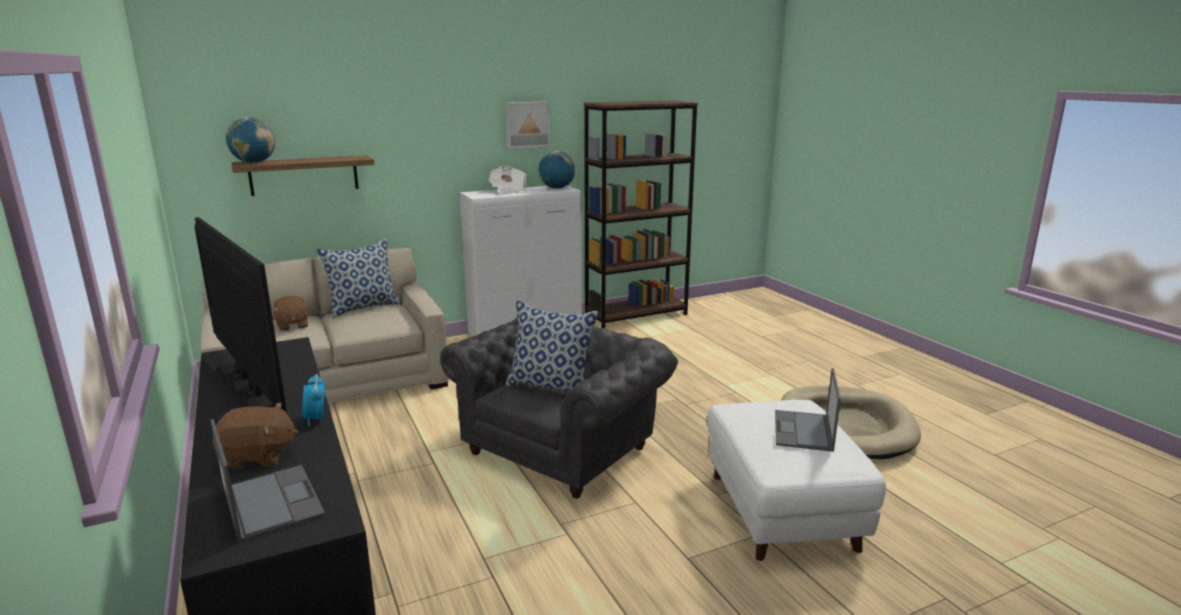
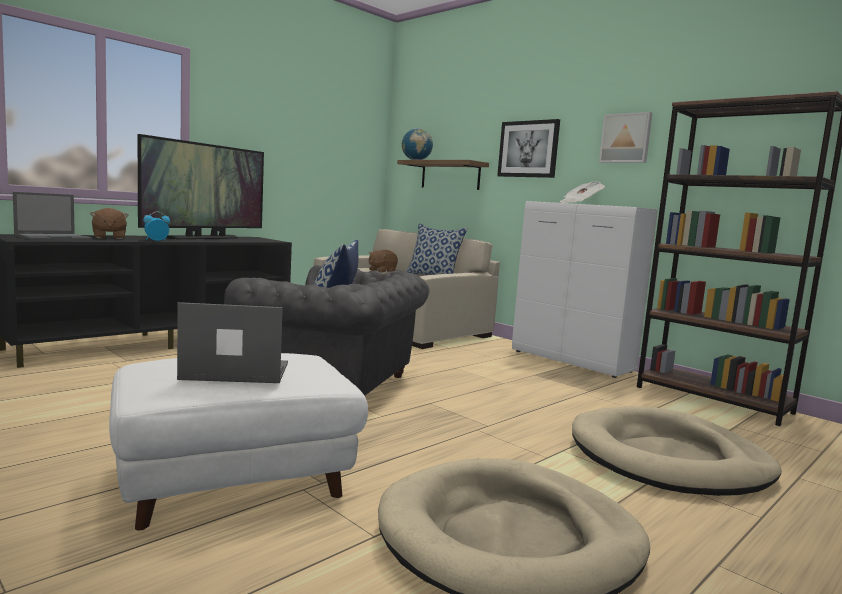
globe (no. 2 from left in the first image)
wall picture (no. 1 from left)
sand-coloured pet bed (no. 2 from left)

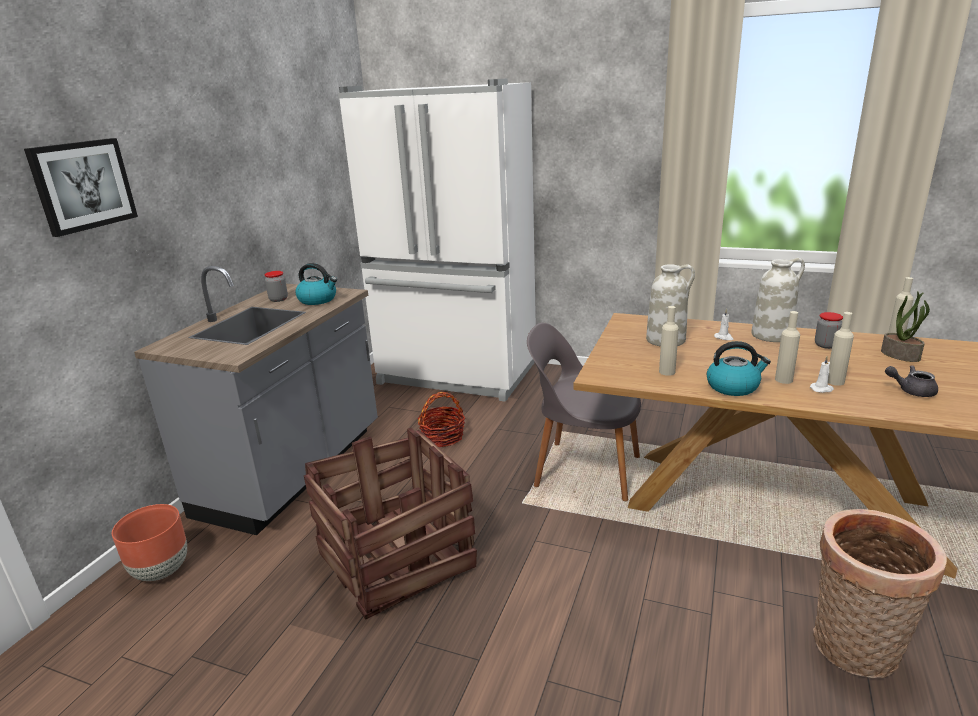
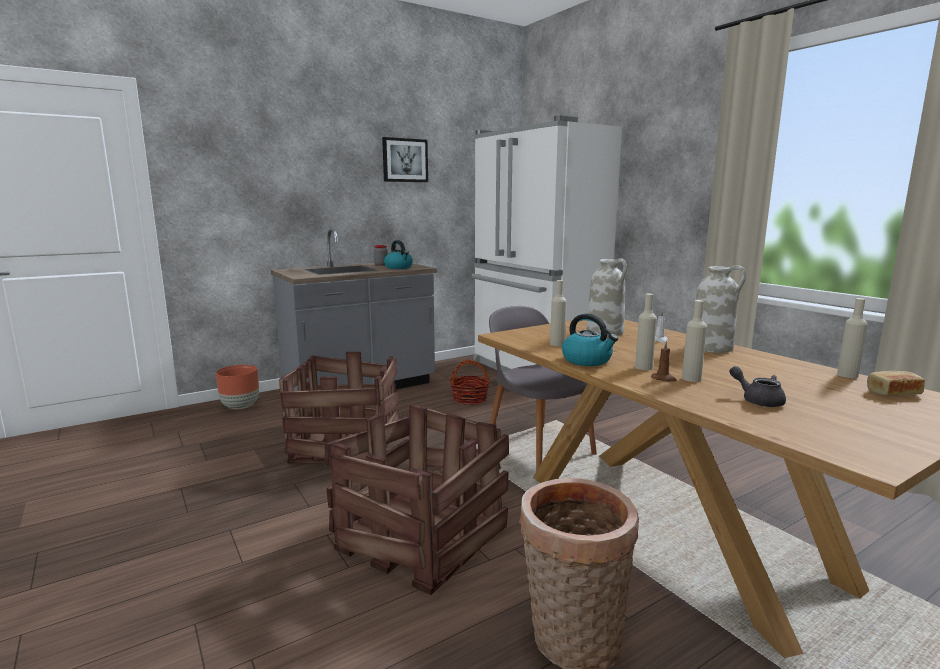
wall picture
brown-coloured wax candle
jar (no. 2 from left in the first image)
plant in a pot
packing crate (no. 2 from left)
bakery bread

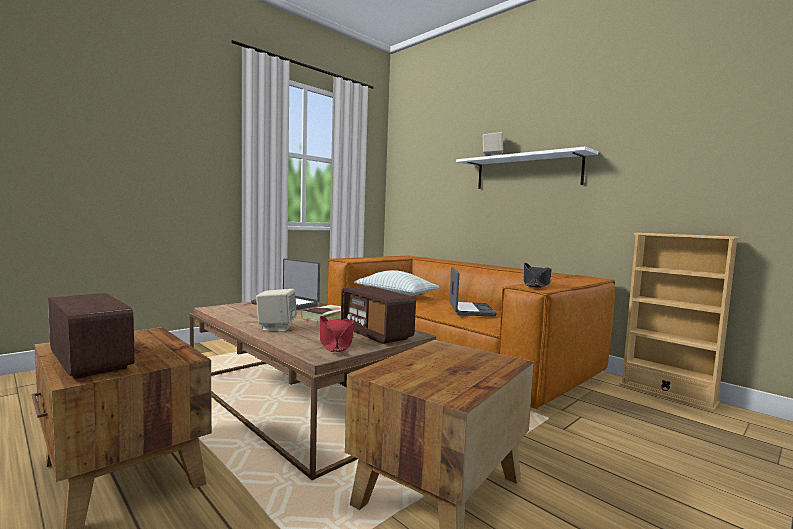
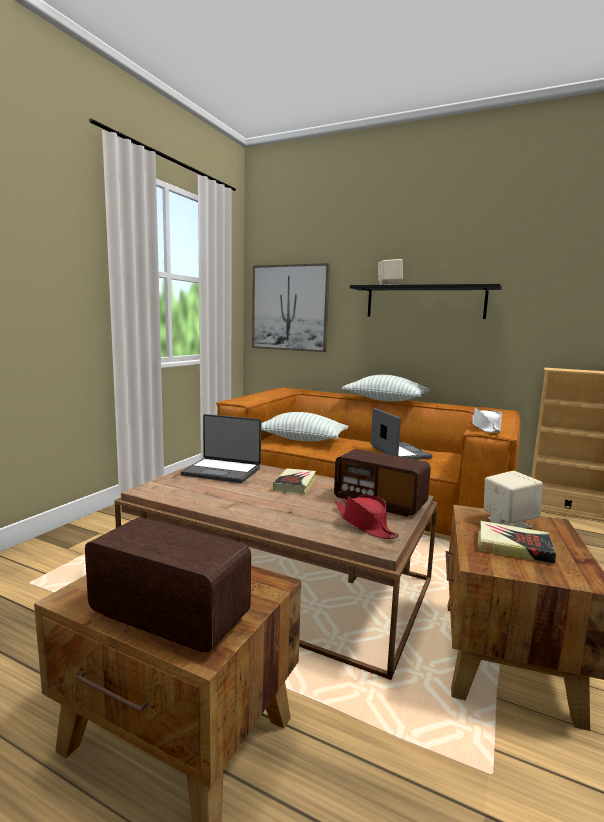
sand-coloured speaker (no. 2 from left)
black-coloured shelf
whitish clothing hat
wall picture
pillow (no. 2 from left)
bound book (no. 2 from left)

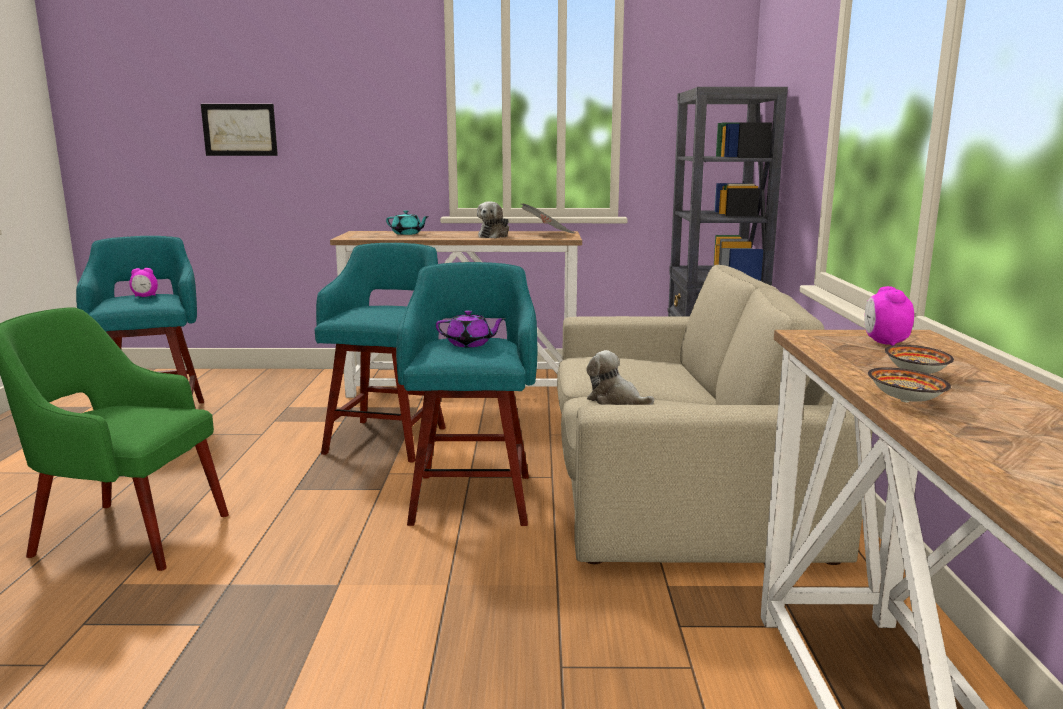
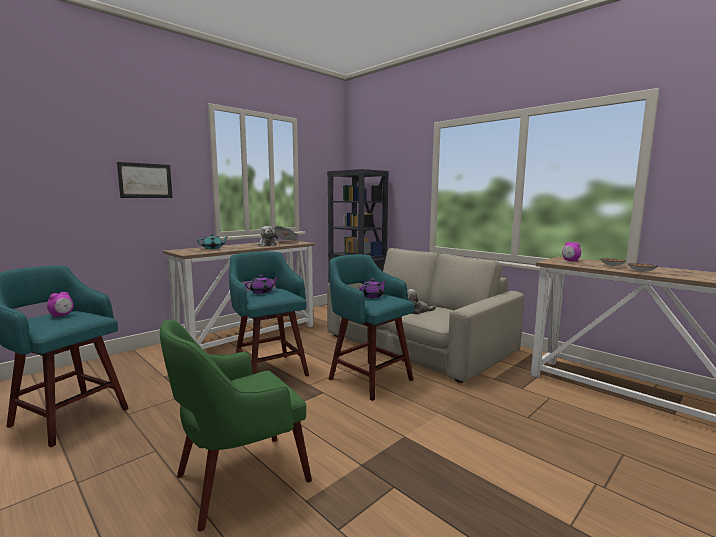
wall picture
purple tea pot (no. 1 from left)

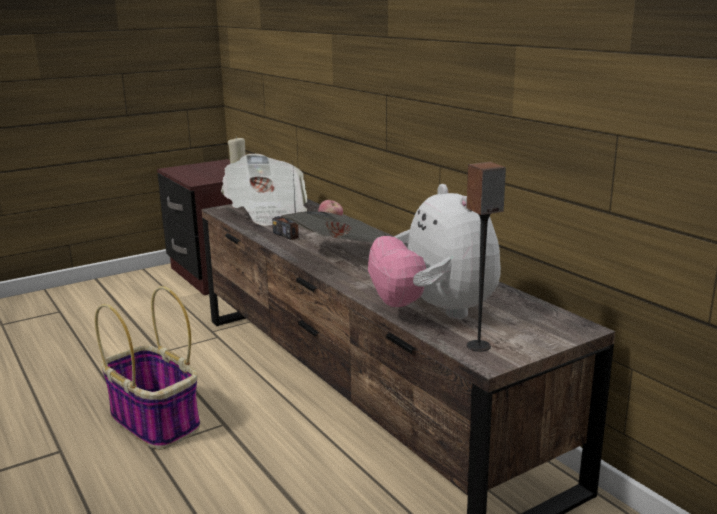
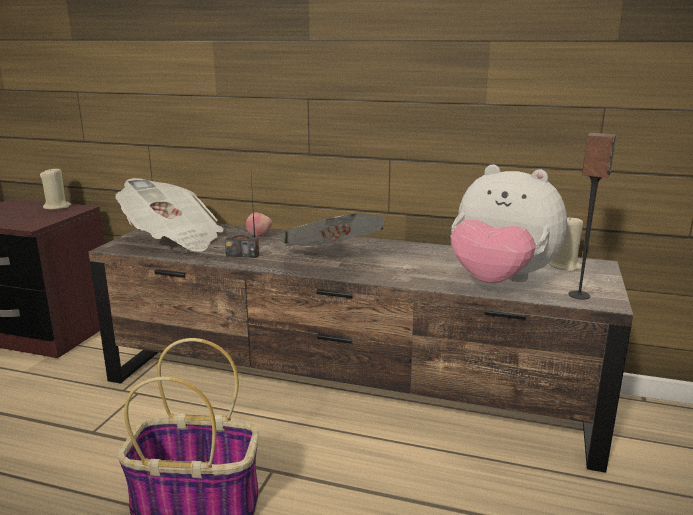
sand-coloured wax candle (no. 2 from left)

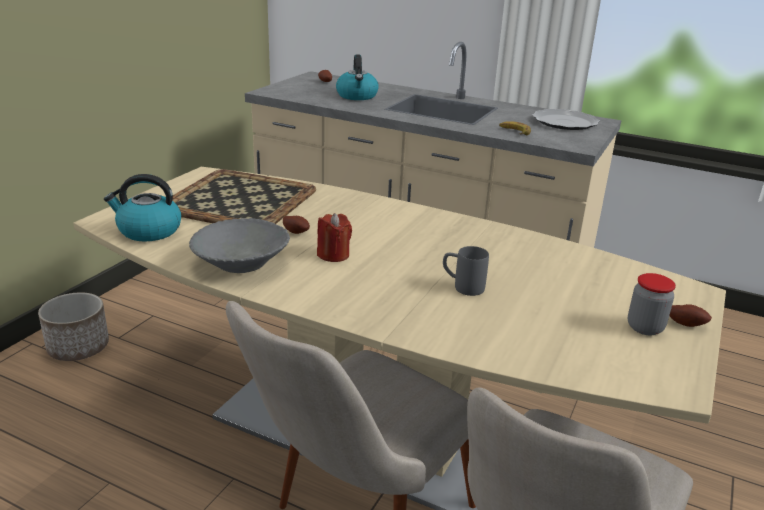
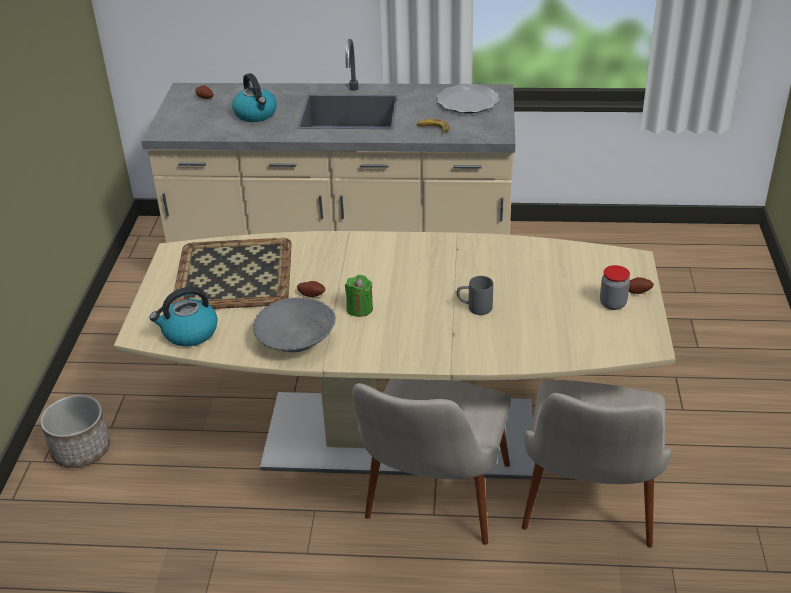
green wax candle

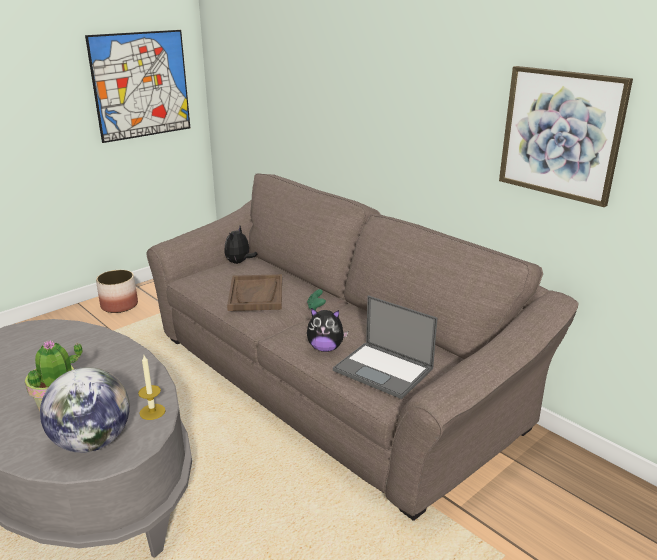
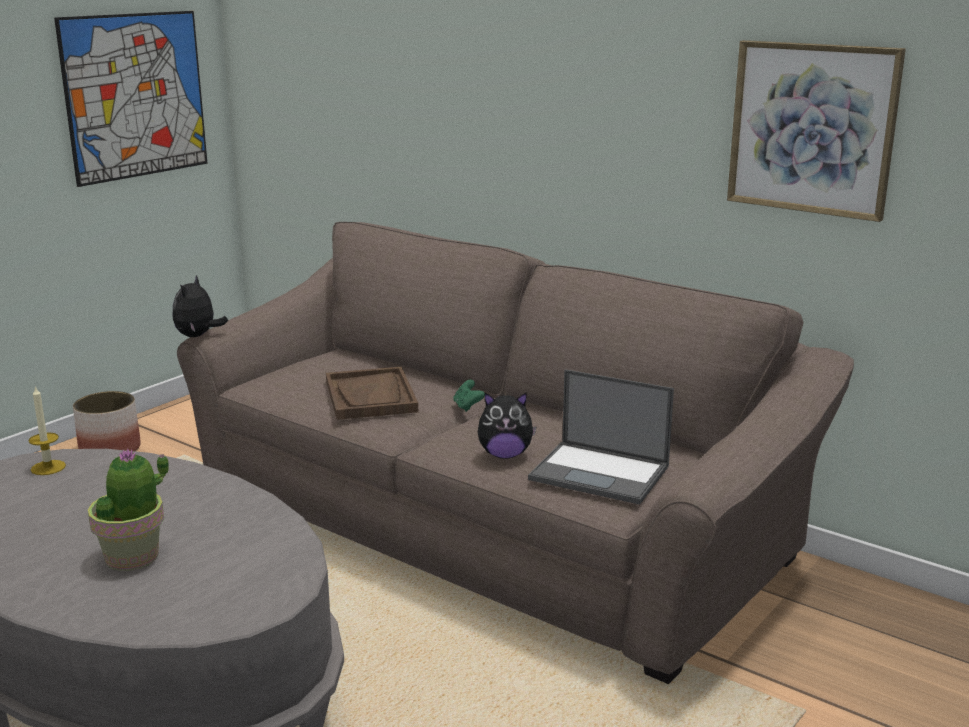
globe
wax candle
plush toy (no. 1 from left)

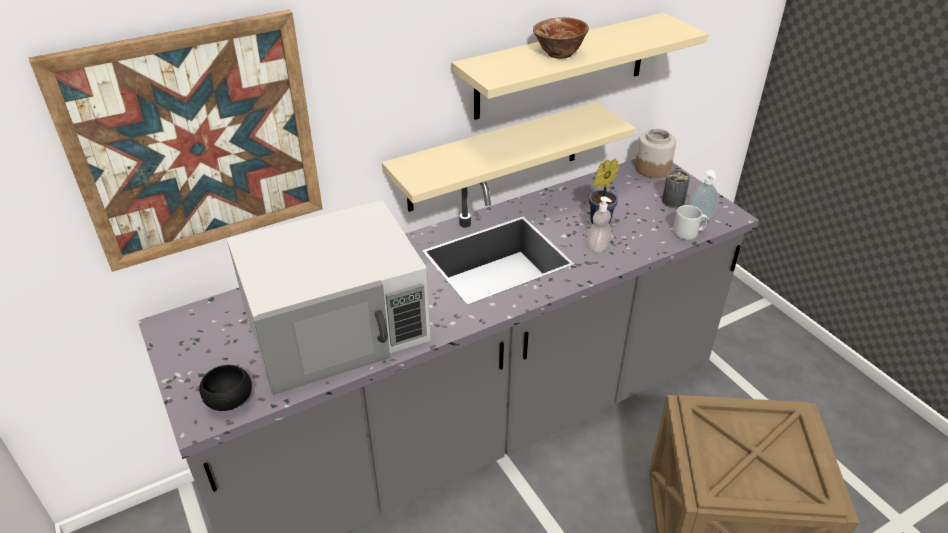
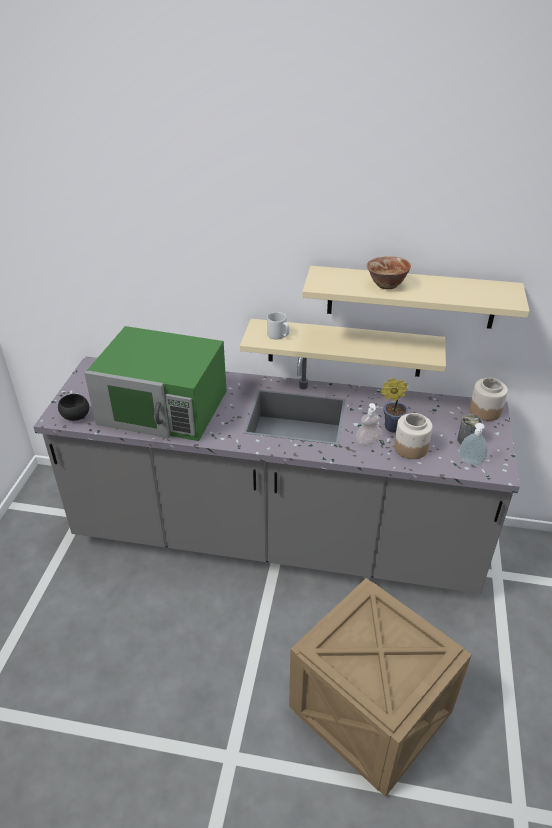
wall picture
green kitchen microwave
grey mug
jar (no. 1 from left)

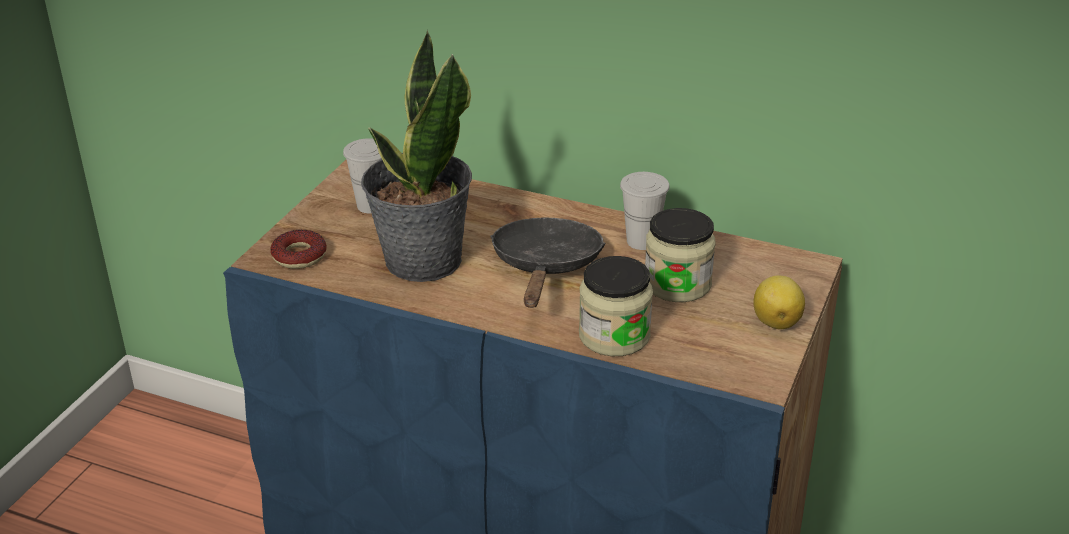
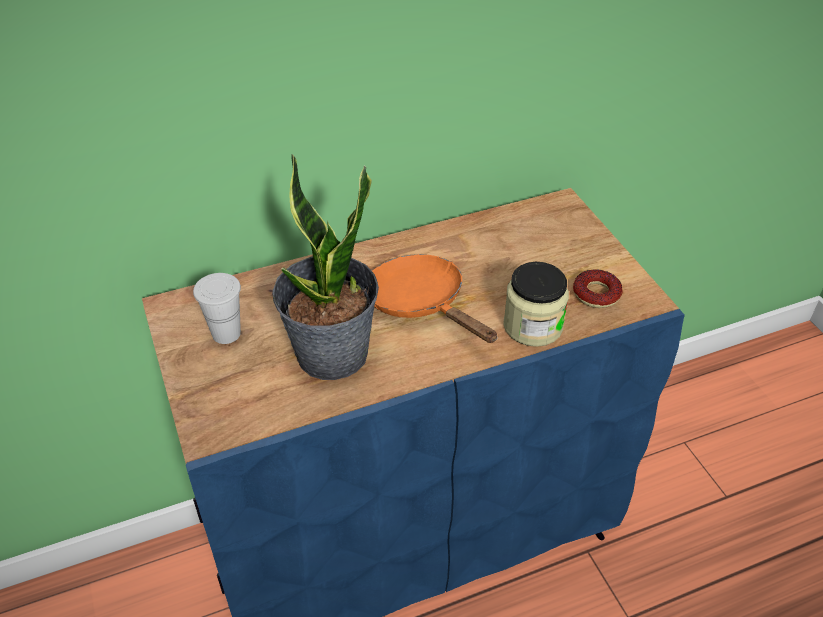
doughnut
orange-coloured pan
whitish small cup (no. 2 from left in the first image)
jar (no. 2 from left in the first image)
lemon

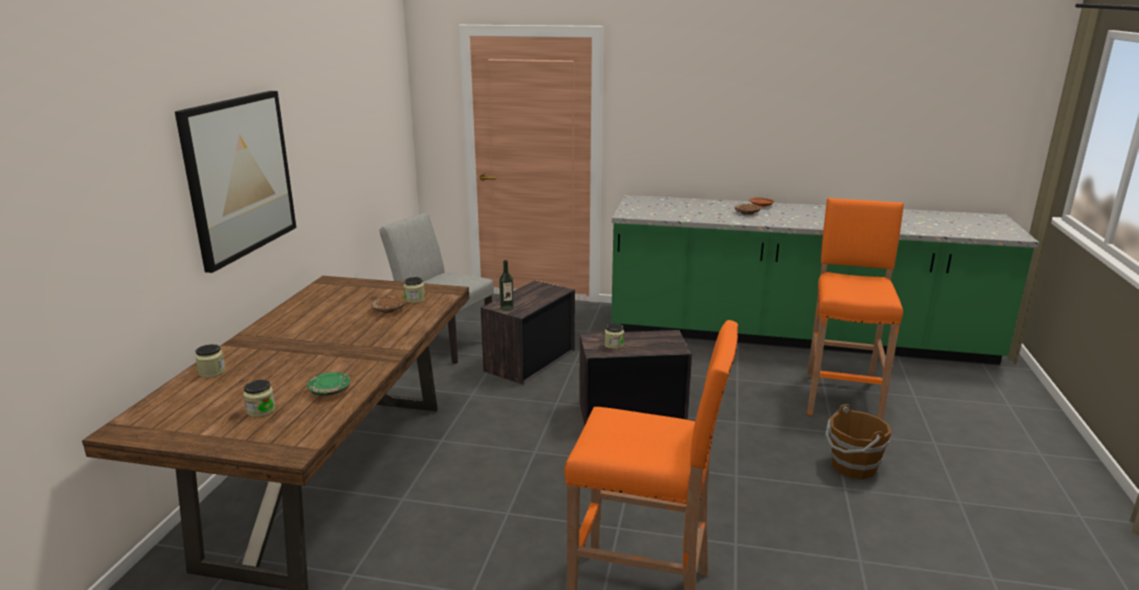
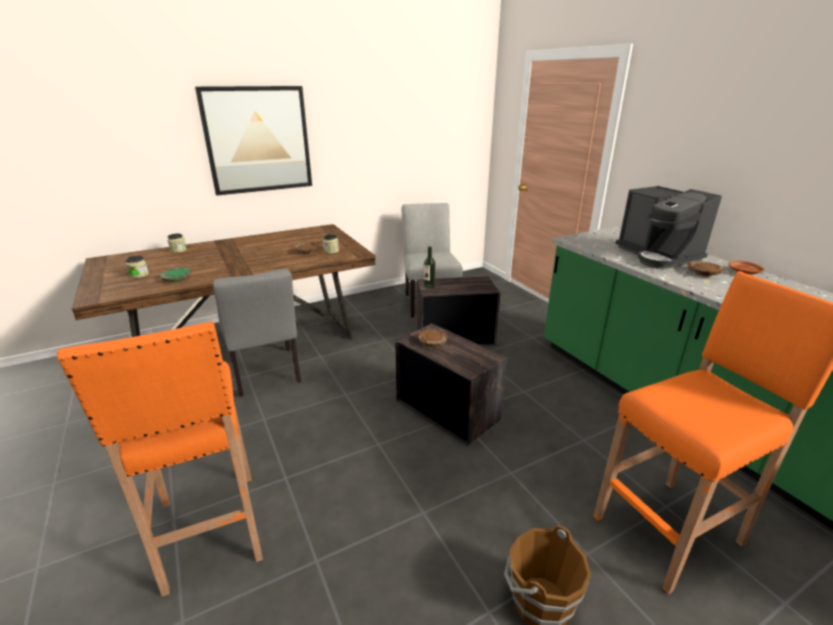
brown-coloured flat dish (no. 2 from left)
grey upright chair (no. 1 from left)
coffee maker

